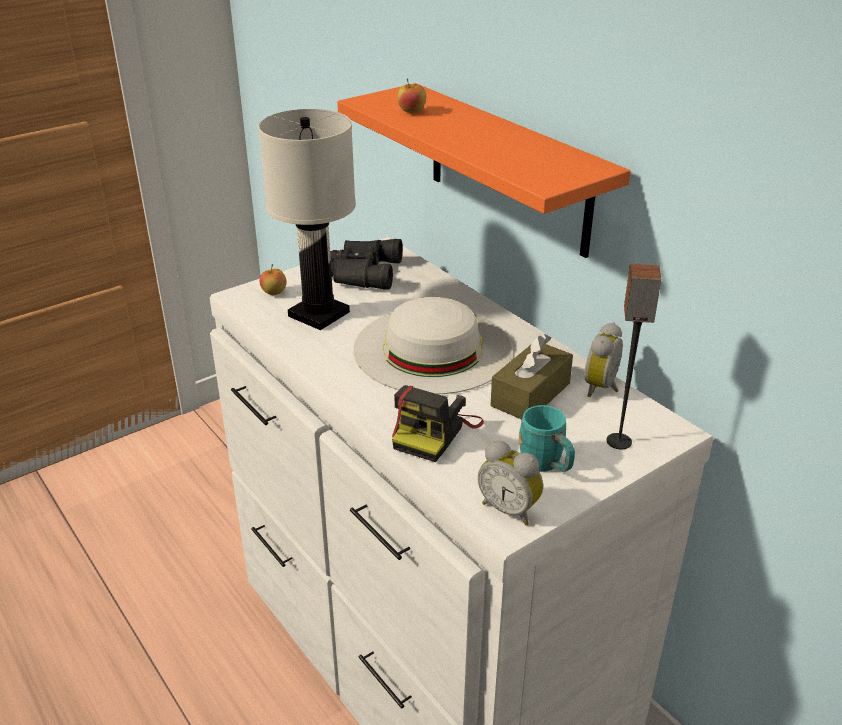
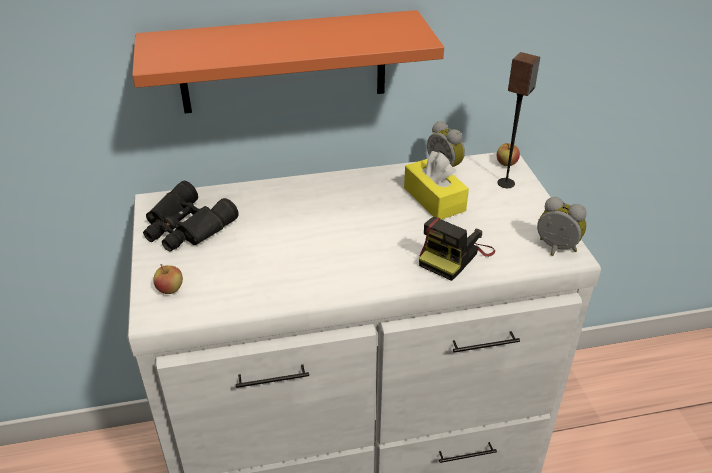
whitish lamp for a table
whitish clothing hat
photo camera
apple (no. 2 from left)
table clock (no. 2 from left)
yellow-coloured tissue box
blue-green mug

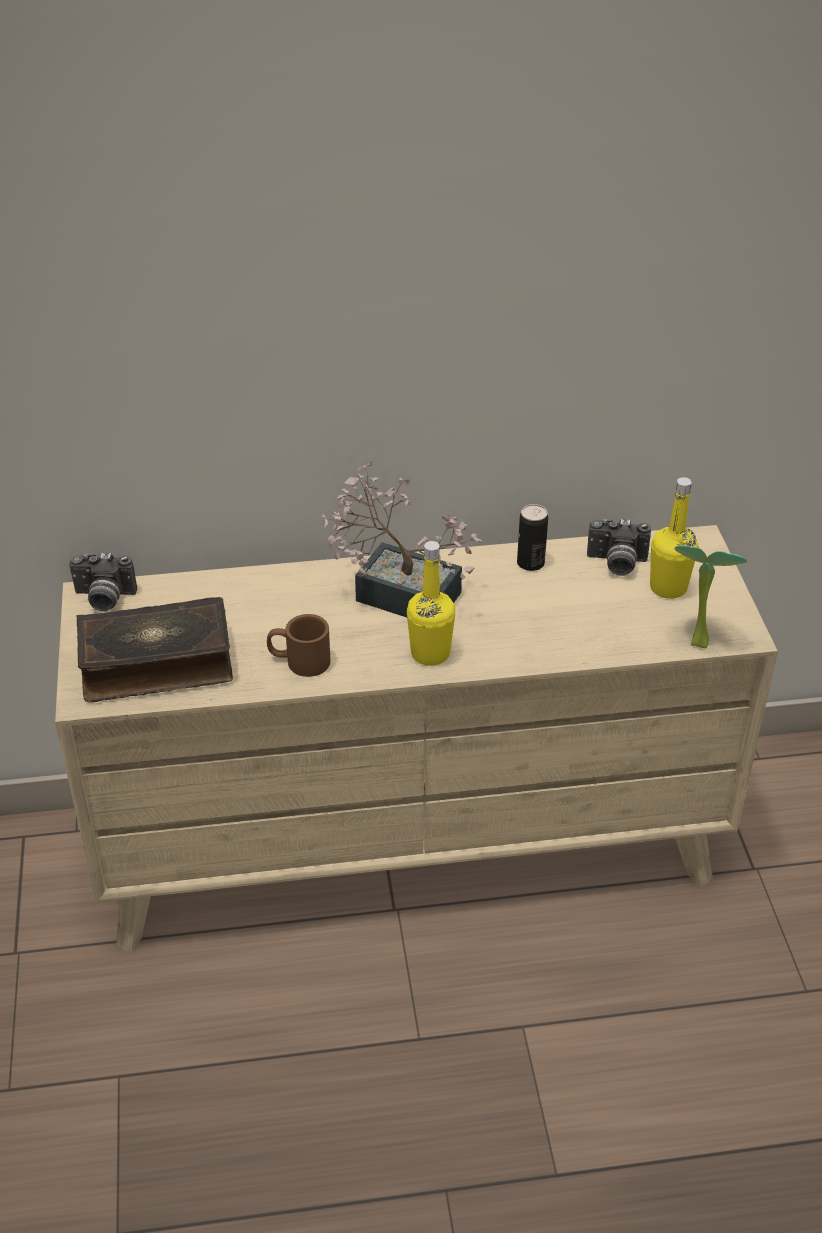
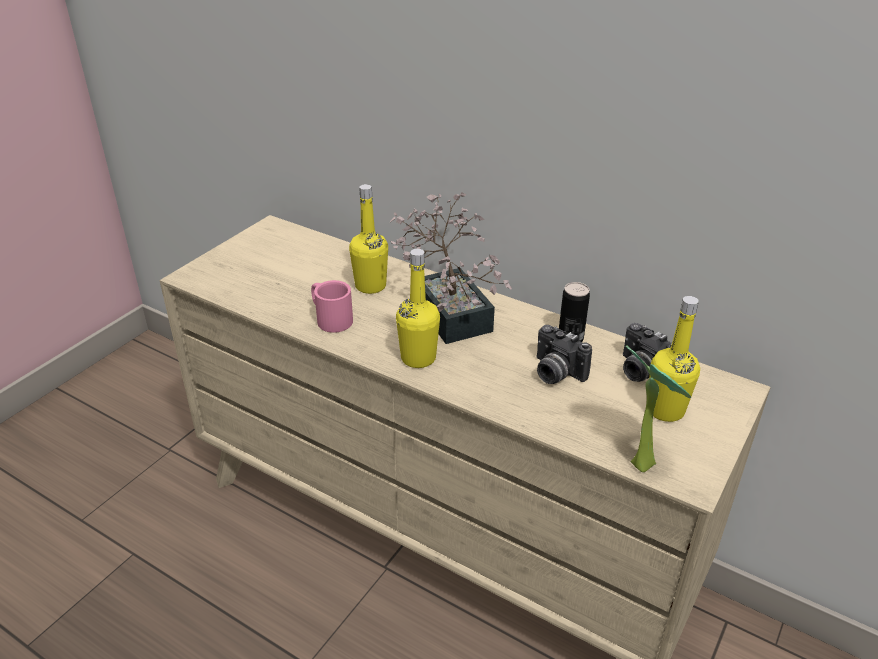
photo camera (no. 1 from left)
bound book
pink-coloured mug
yellow-coloured bottle (no. 1 from left)

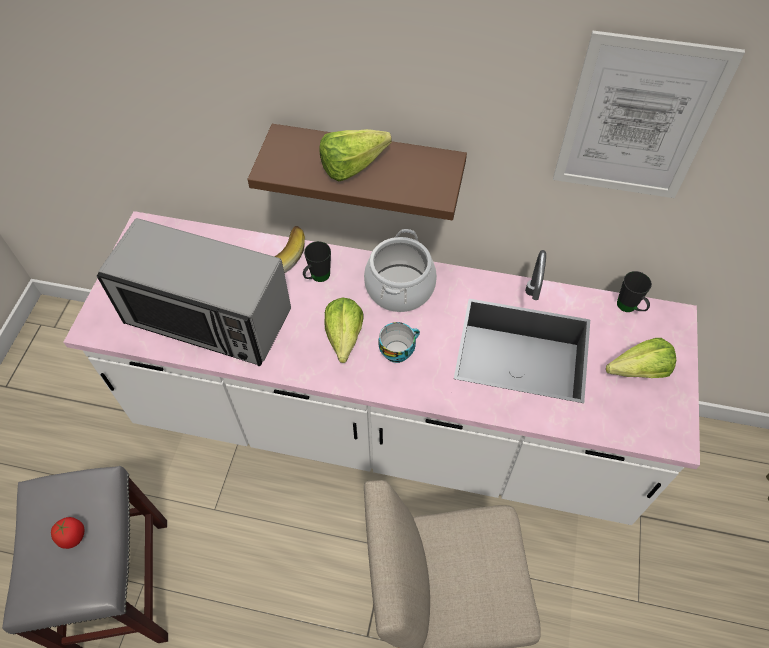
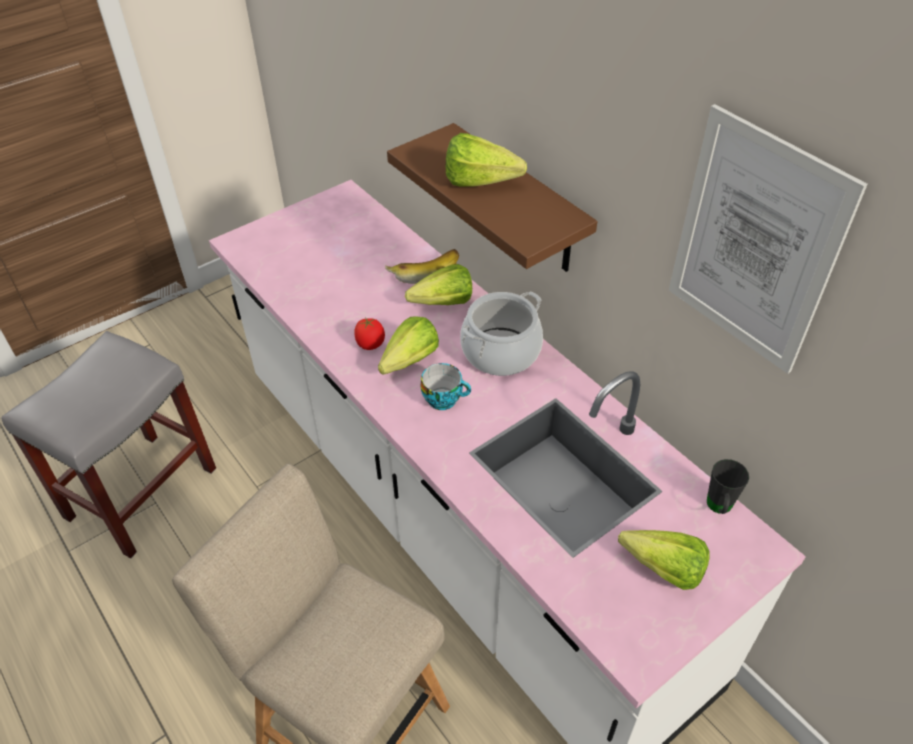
fresh tomato
kitchen microwave
lettuce (no. 2 from left)

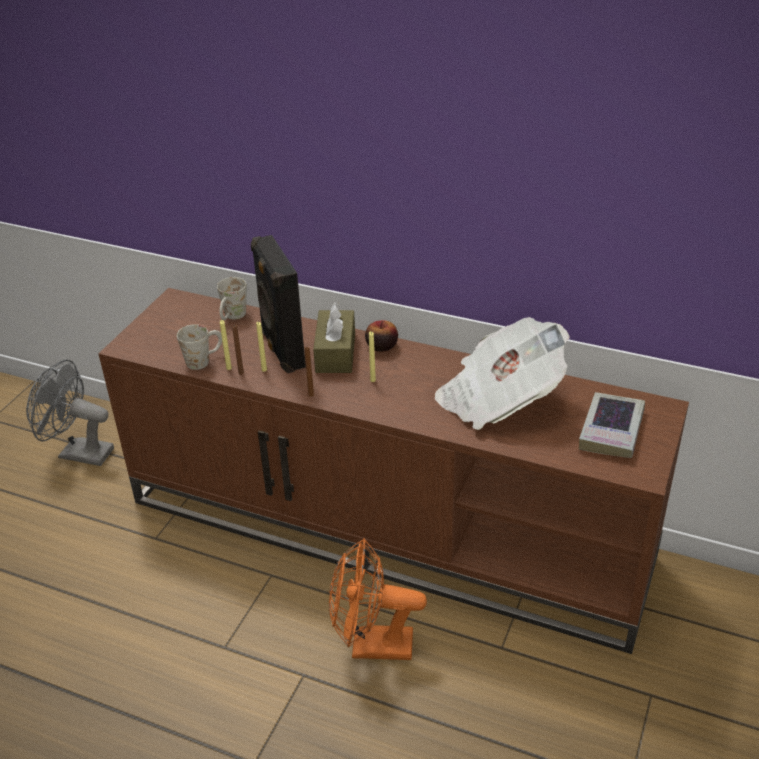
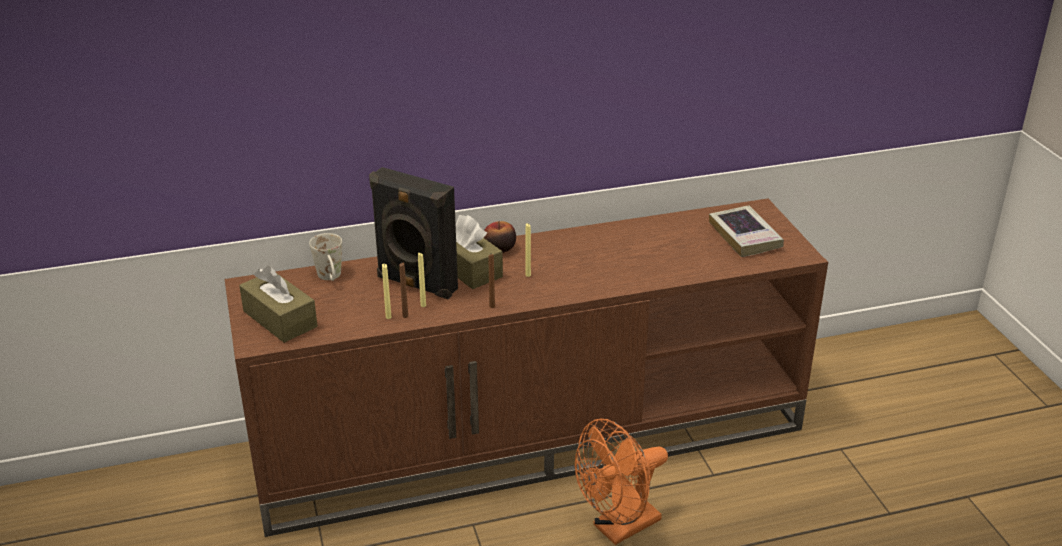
grey cooling fan
whitish mug (no. 1 from left in the first image)
newspaper
brown-coloured tissue box (no. 1 from left)

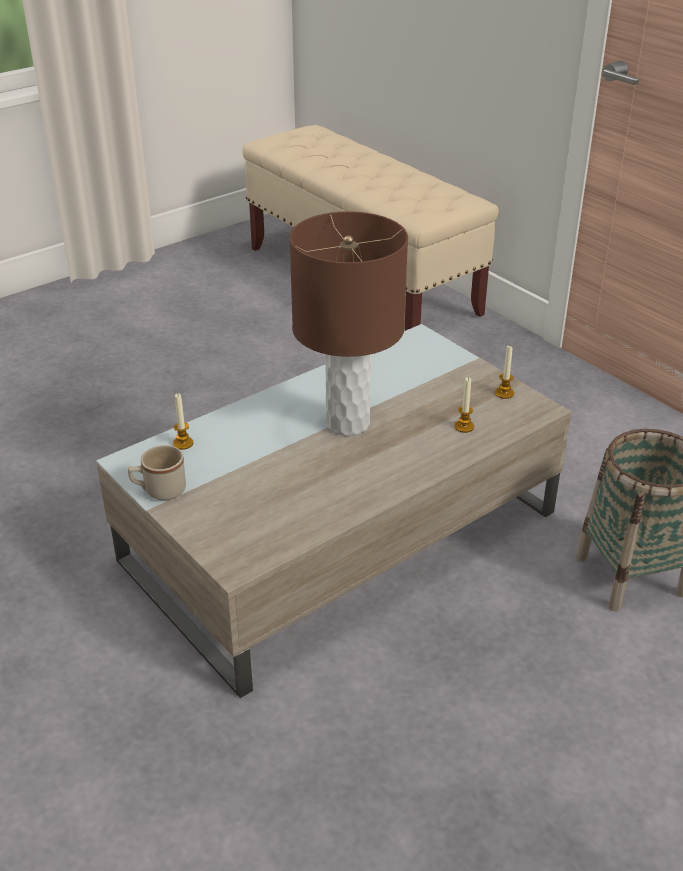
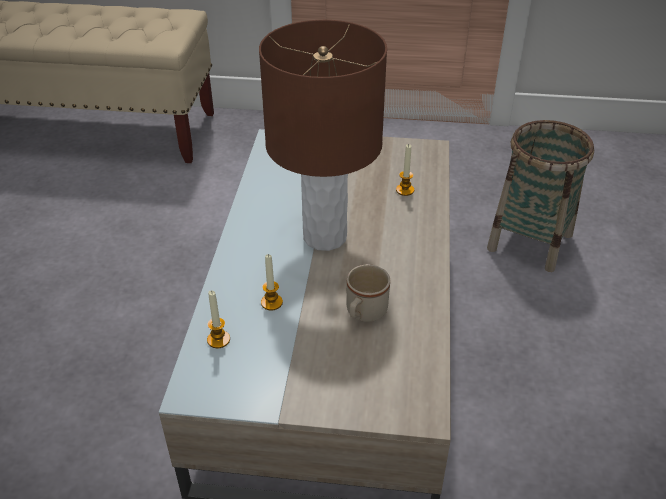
sand-coloured mug
wax candle (no. 2 from left)

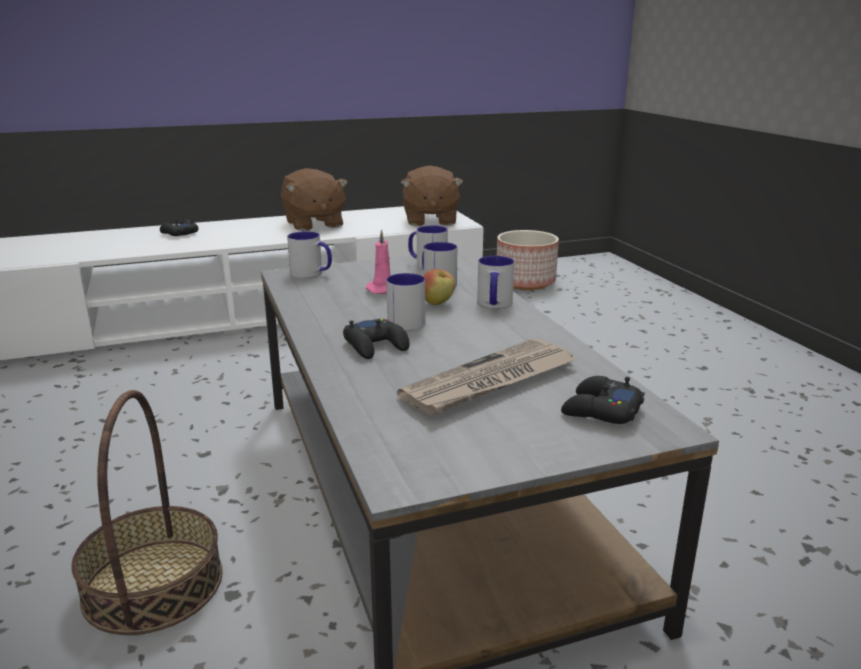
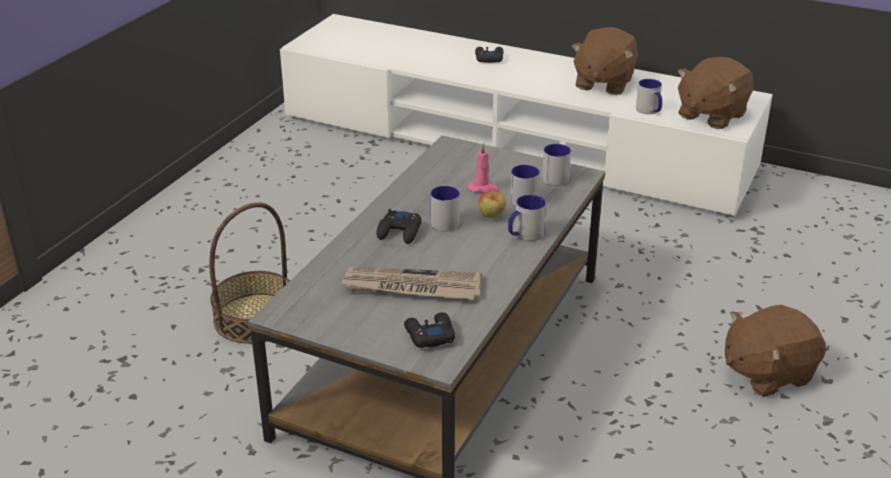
mug (no. 5 from left)
flower pot
brown-coloured plush toy (no. 3 from left)

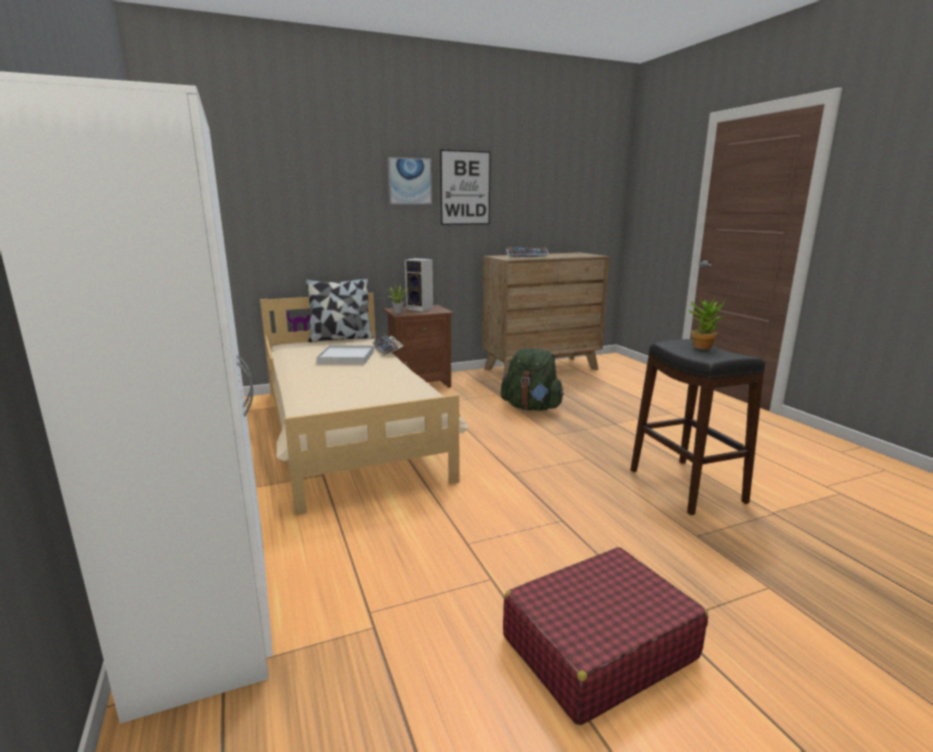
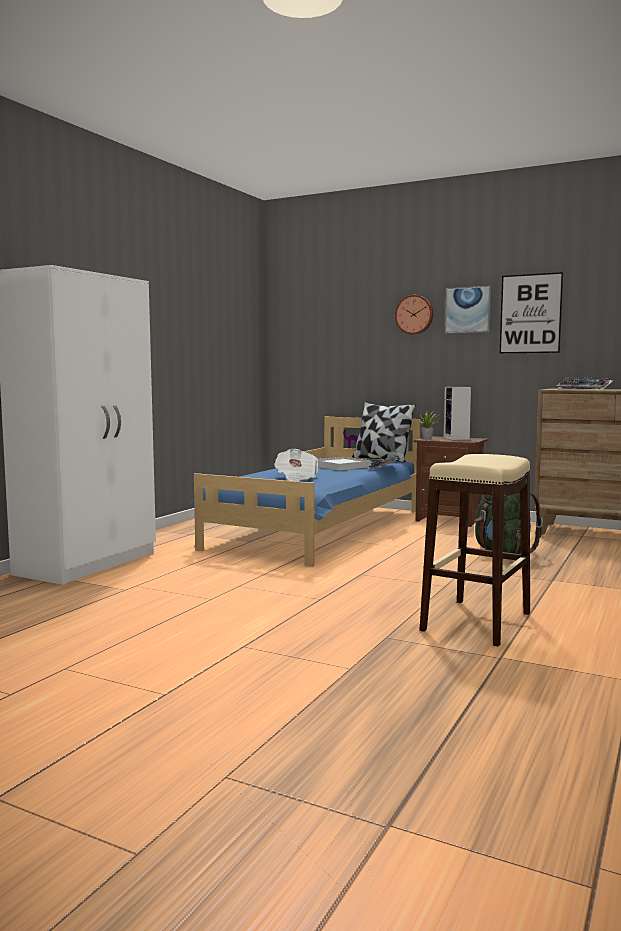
bluish bedroom bed
red travel case
sand-coloured stool
plant in a pot (no. 2 from left in the first image)
newspaper
wall clock

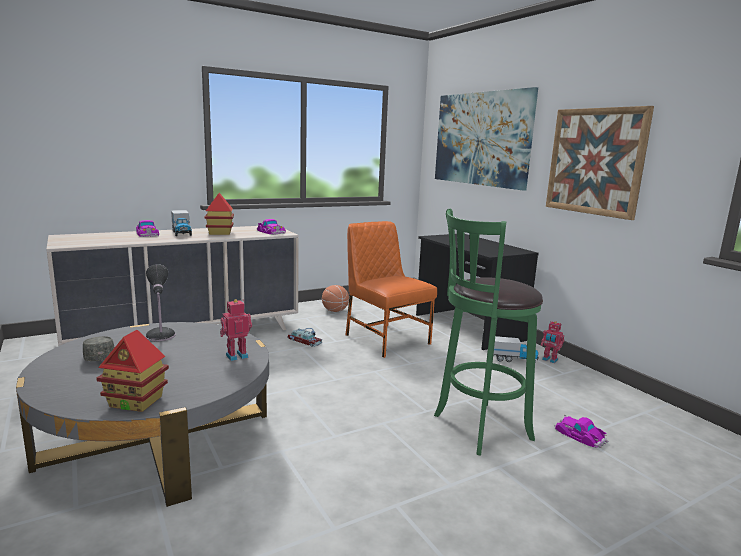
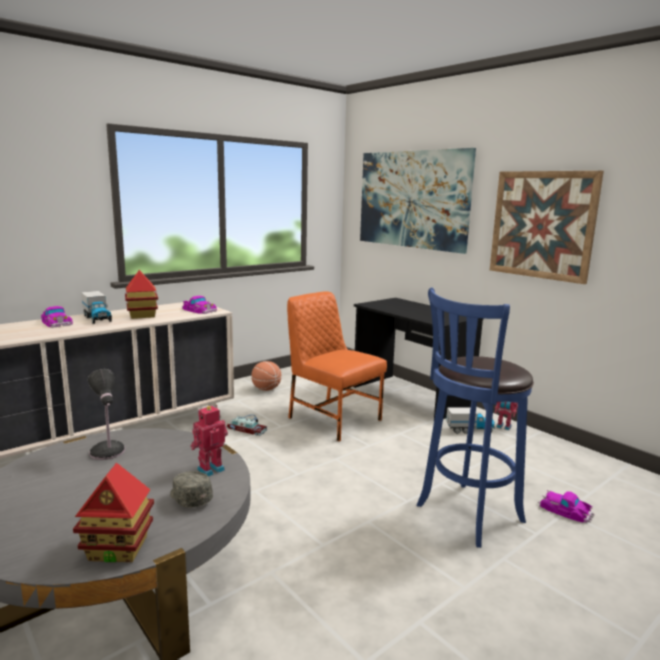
grey cap
bluish stool

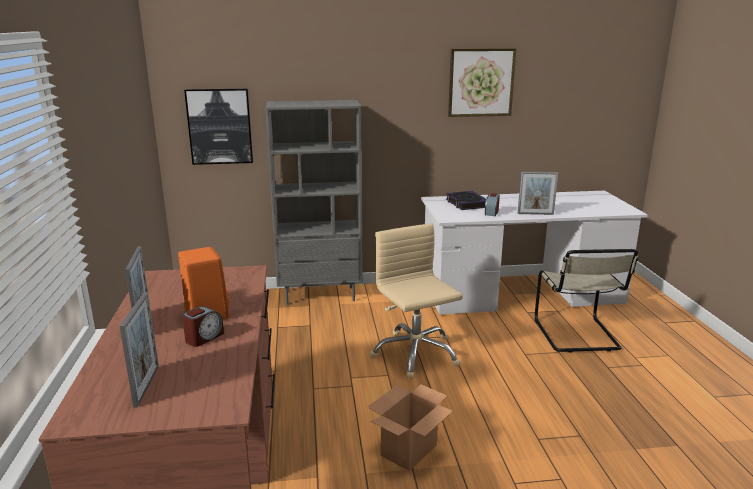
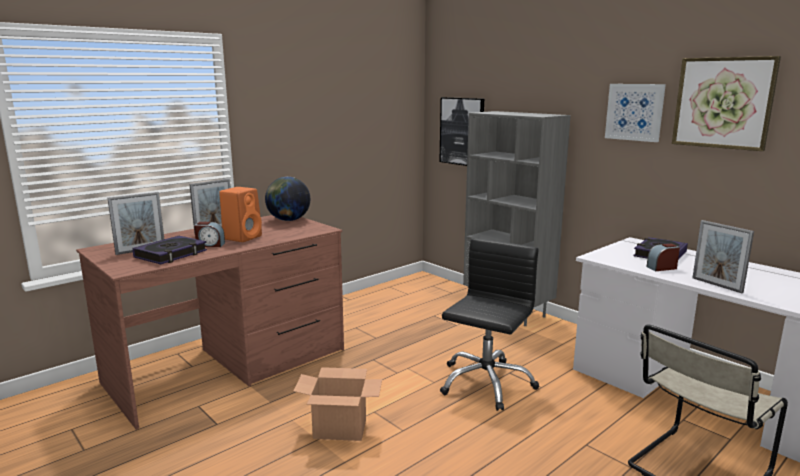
black-coloured computer chair
bound book (no. 1 from left)
globe
wall picture (no. 2 from left)

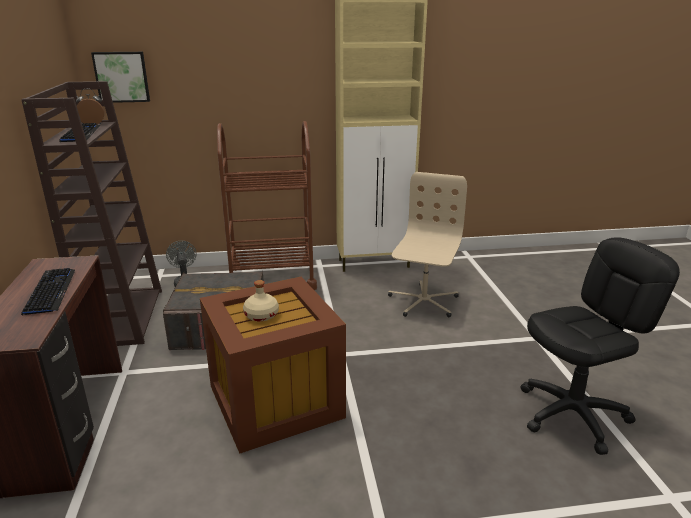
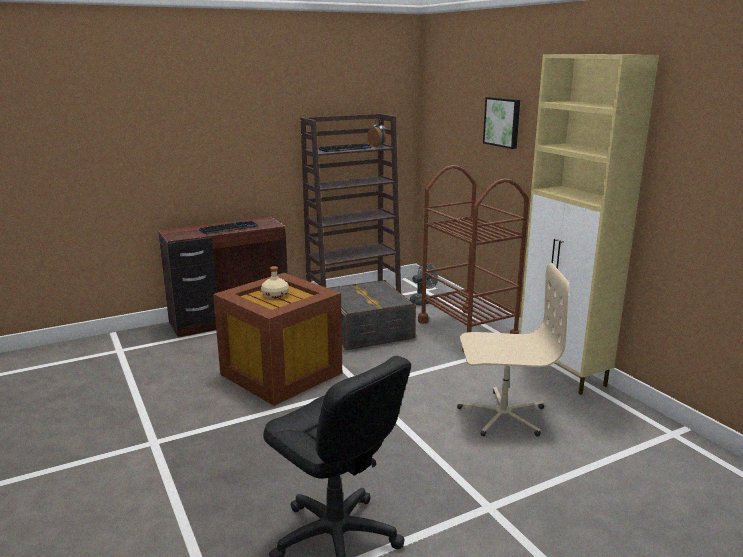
wall picture

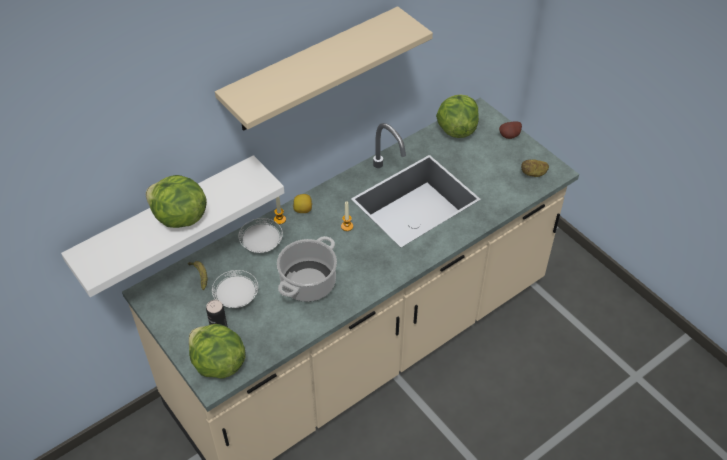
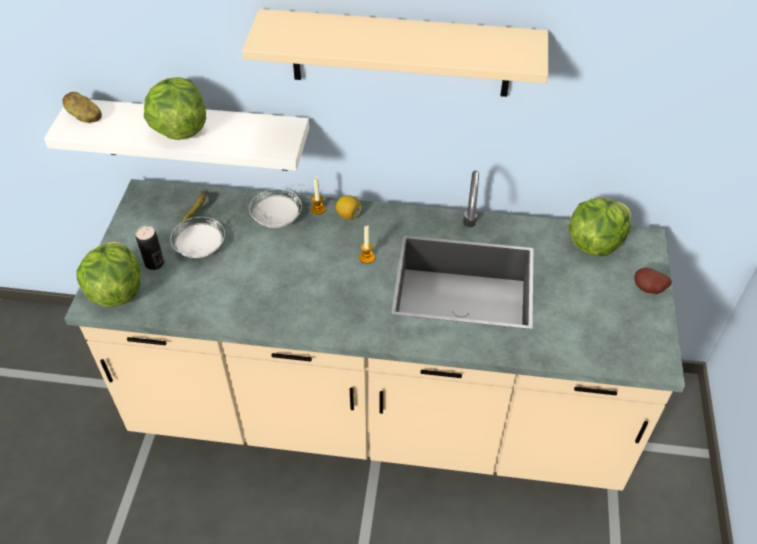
cooking pot
potato (no. 1 from left)

